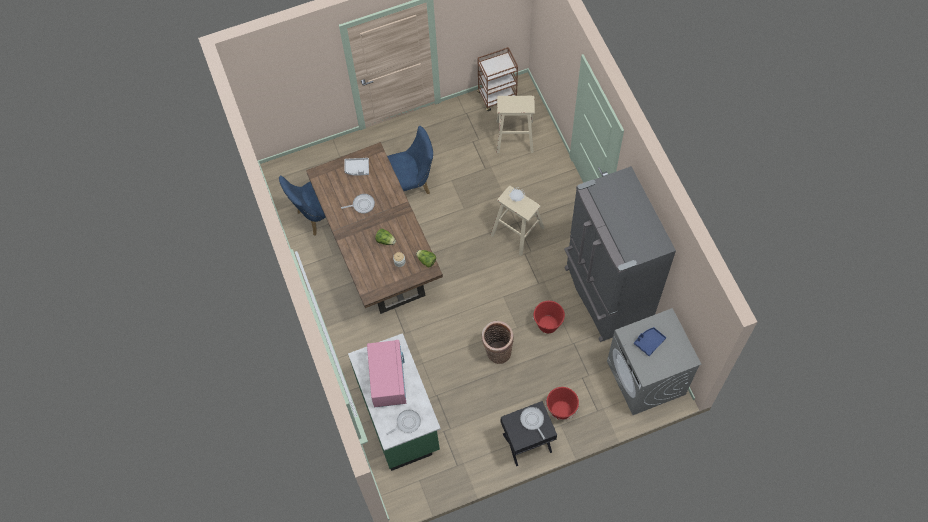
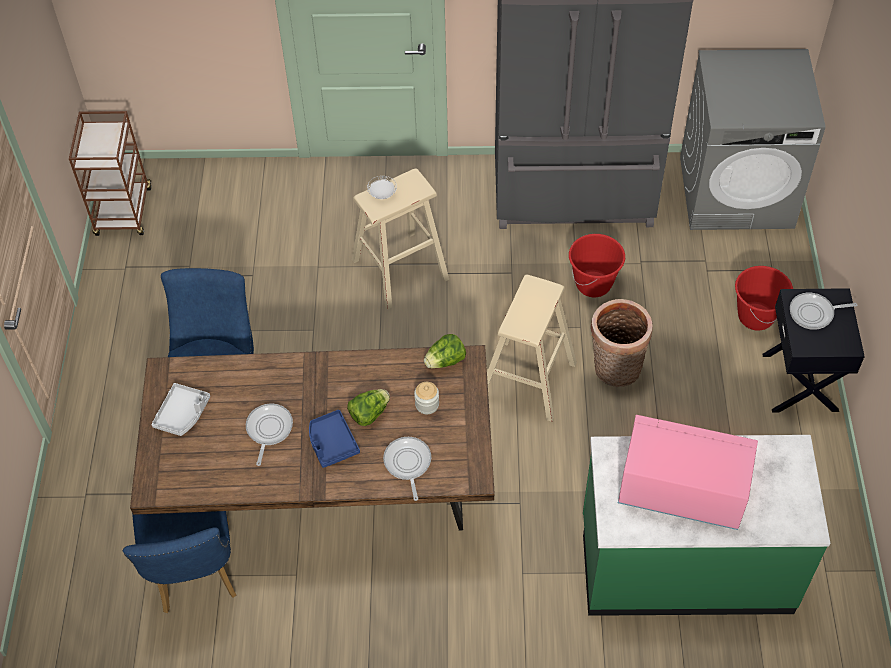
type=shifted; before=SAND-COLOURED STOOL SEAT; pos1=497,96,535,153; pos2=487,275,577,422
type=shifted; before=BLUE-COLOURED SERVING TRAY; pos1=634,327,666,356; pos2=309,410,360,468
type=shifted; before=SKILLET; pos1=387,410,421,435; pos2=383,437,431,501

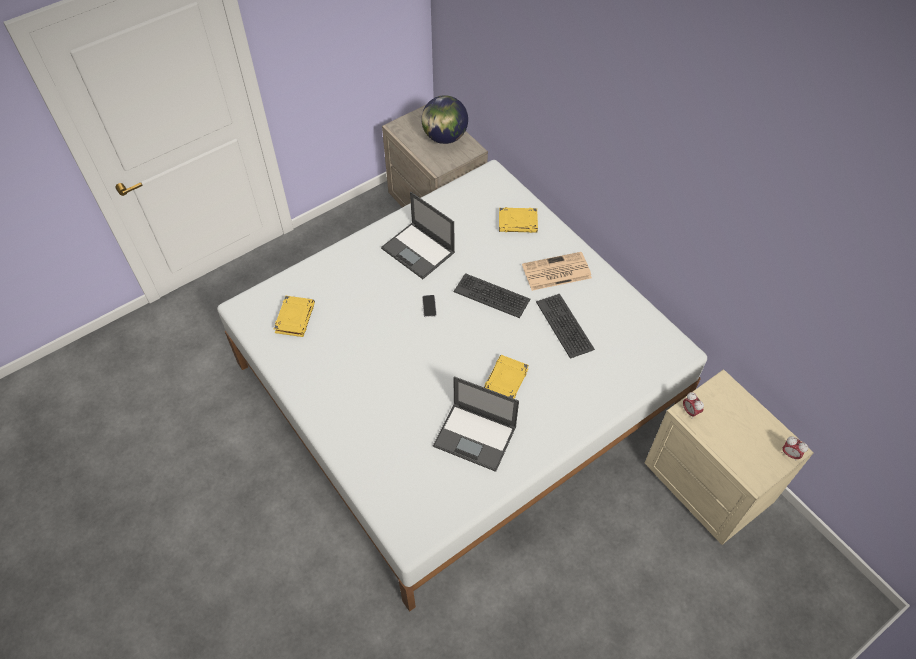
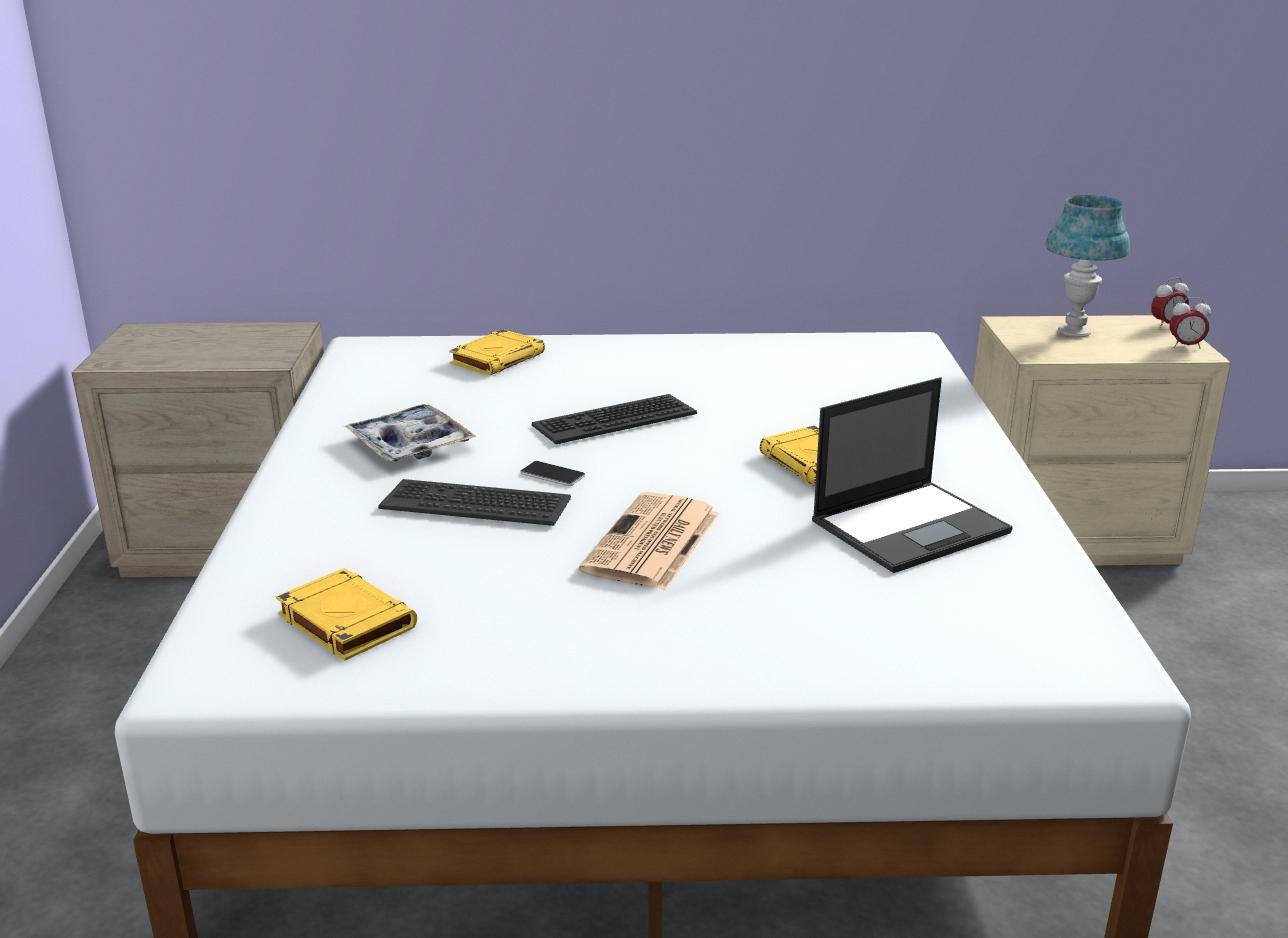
type=gone; before=WORLD GLOBE; pos1=421,95,468,144
type=swapped; before=PORTABLE COMPUTER; after=SERVING TRAY; pos1=381,192,455,279; pos2=344,404,476,461
type=shifted; before=DAILY PAPER; pos1=522,252,592,291; pos2=579,492,719,590
type=shifted; before=PC KEYBOARD; pos1=536,294,595,359; pos2=378,479,571,526
type=shifted; before=TABLE CLOCK; pos1=683,392,704,419; pos2=1169,297,1211,349
type=new; after=BLUE-COLOURED LAMP FOR A TABLE; pos2=1045,195,1130,337

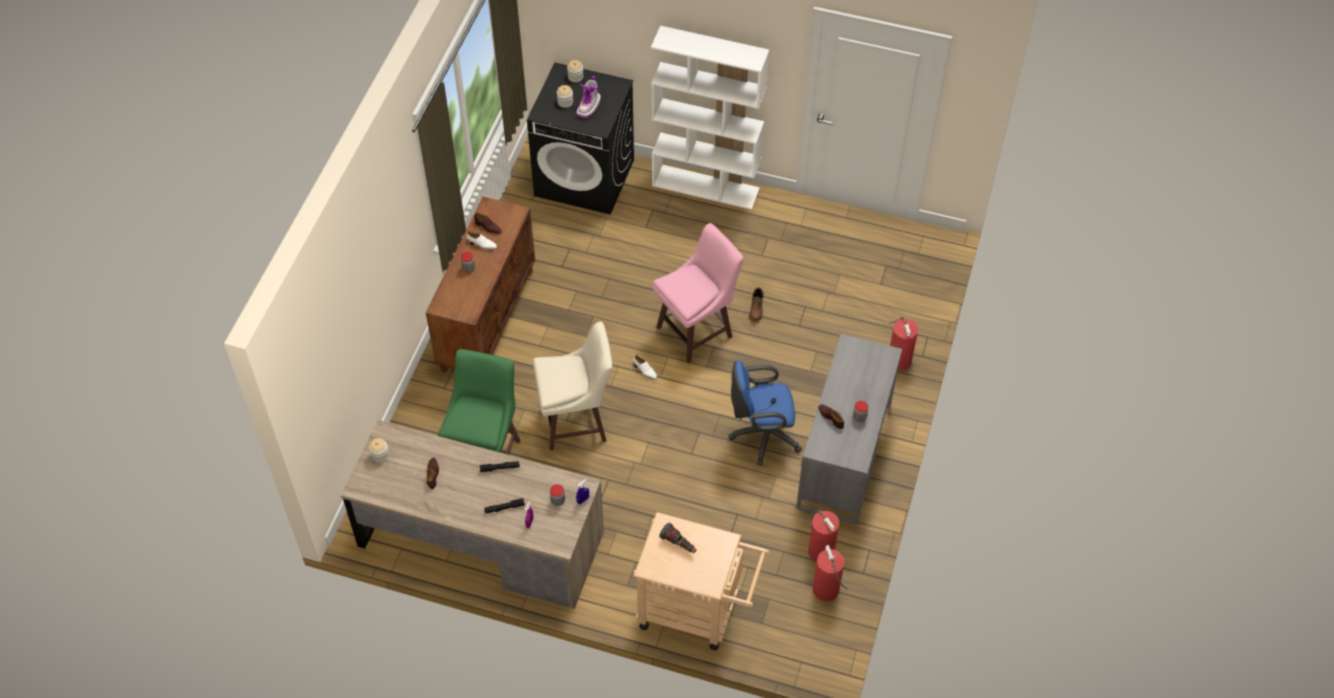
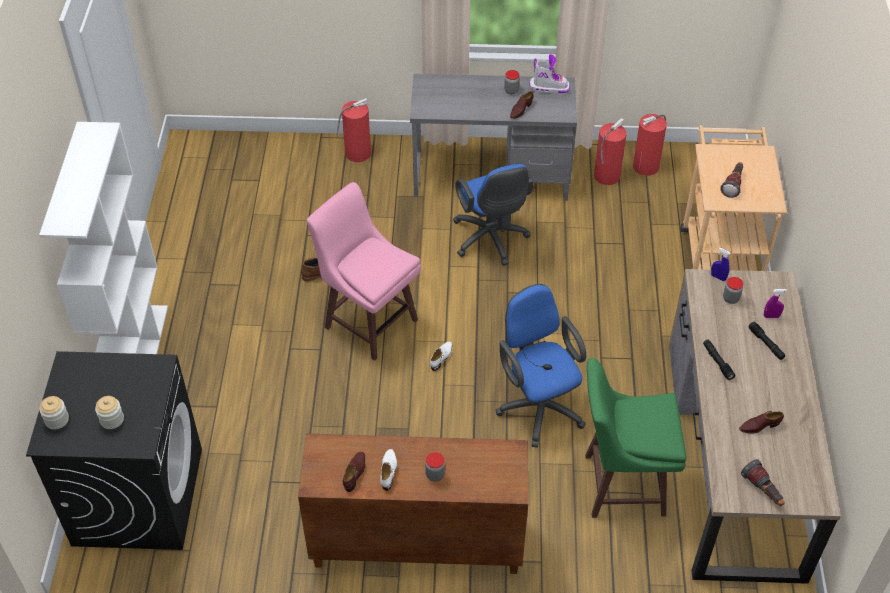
type=shifted; before=BOOT; pos1=576,76,601,118; pos2=529,54,570,94
type=swapped; before=SAND-COLOURED STOOL SEAT; after=BLUE-COLOURED COMPUTER CHAIR; pos1=533,322,612,450; pos2=496,284,586,448
type=swapped; before=STORAGE JAR; after=HAND TORCH; pos1=369,438,389,463; pos2=741,459,785,506

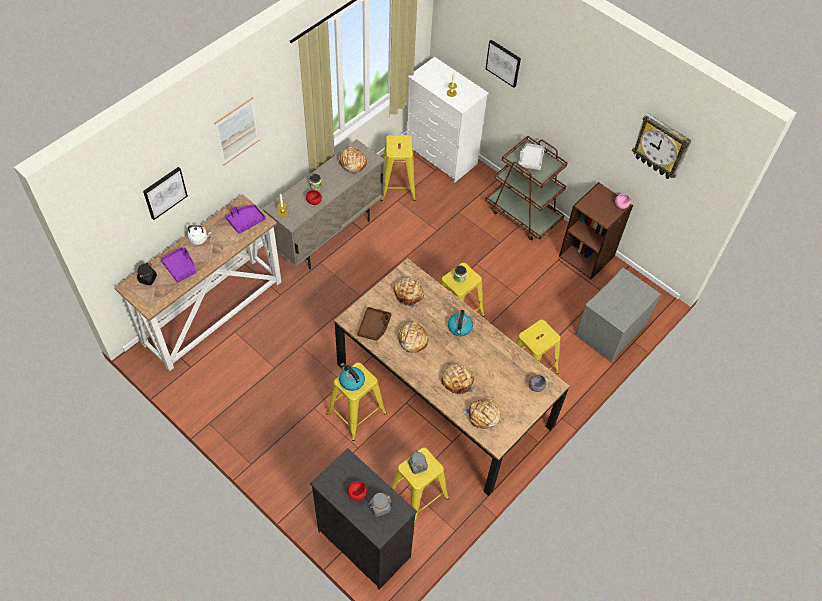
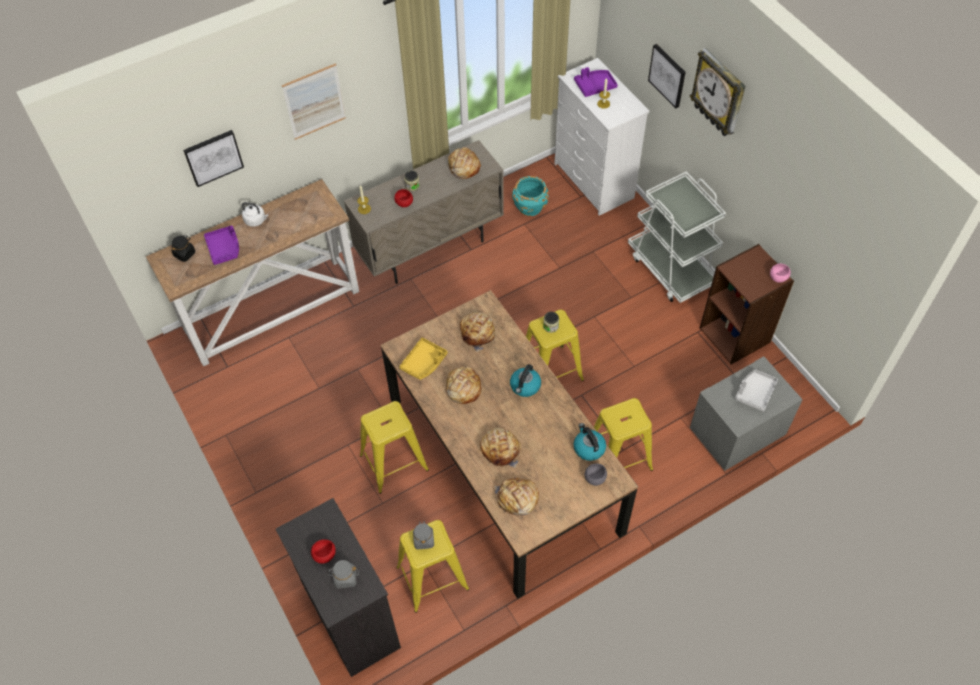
type=shifted; before=WALL CLOCK; pos1=632,113,691,179; pos2=690,48,745,136
type=swapped; before=YELLOW-COLOURED STOOL SEAT; after=TURQUOISE PLANT POT; pos1=381,135,416,201; pos2=512,176,549,216
type=repainted; before=BROWN-COLOURED WHEELED CART; after=WHITE WHEELED CART; pos1=485,136,568,241; pos2=628,171,726,303
type=shifted; before=GREY SERVING TRAY; pos1=518,143,545,170; pos2=735,369,778,412
type=shifted; before=PURPLE-COLOURED SERVING TRAY; pos1=226,205,266,234; pos2=574,67,618,97
type=repainted; before=BROWN-COLOURED SERVING TRAY; after=YELLOW-COLOURED SERVING TRAY; pos1=357,307,391,341; pos2=399,338,448,380
type=shifted; before=WATER KETTLE; pos1=339,363,365,391; pos2=573,423,606,461

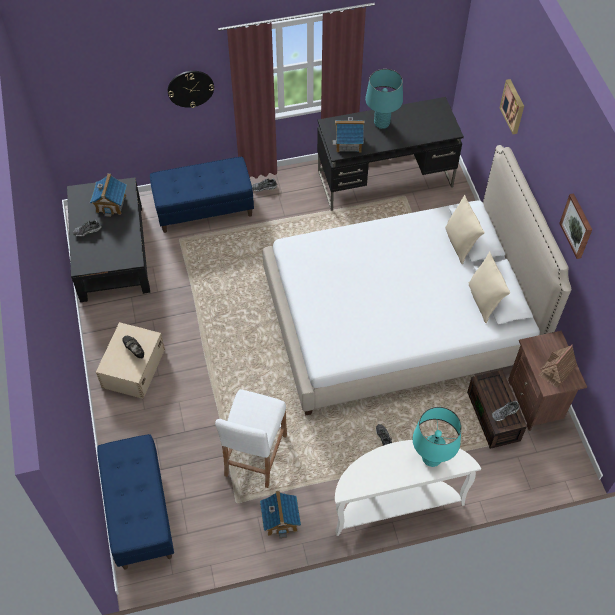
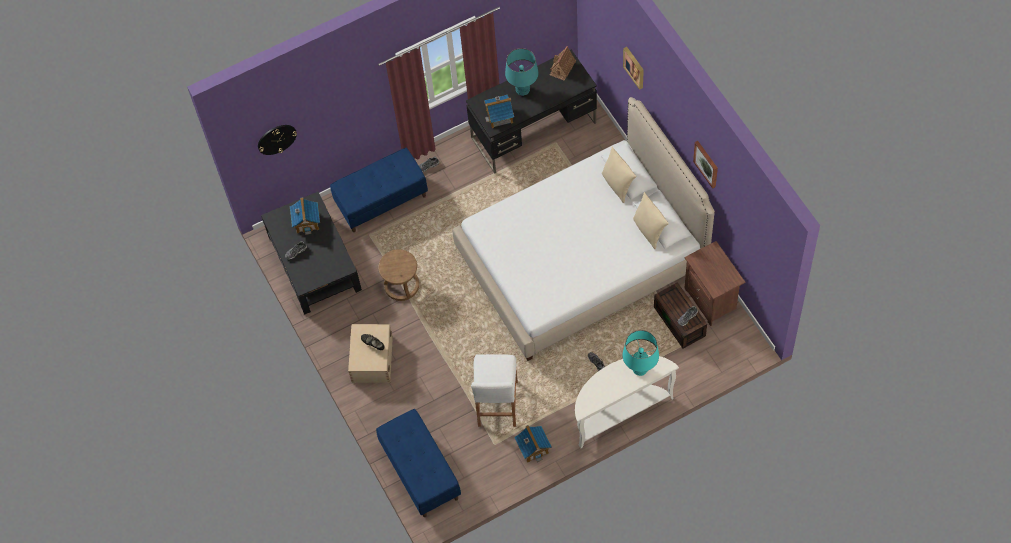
type=shifted; before=WALL CLOCK; pos1=168,71,214,108; pos2=258,125,297,155
type=shifted; before=TOY HOUSE; pos1=539,345,577,388; pos2=550,46,576,81
type=new; after=BROWN-COLOURED STOOL SEAT; pos2=378,249,419,301

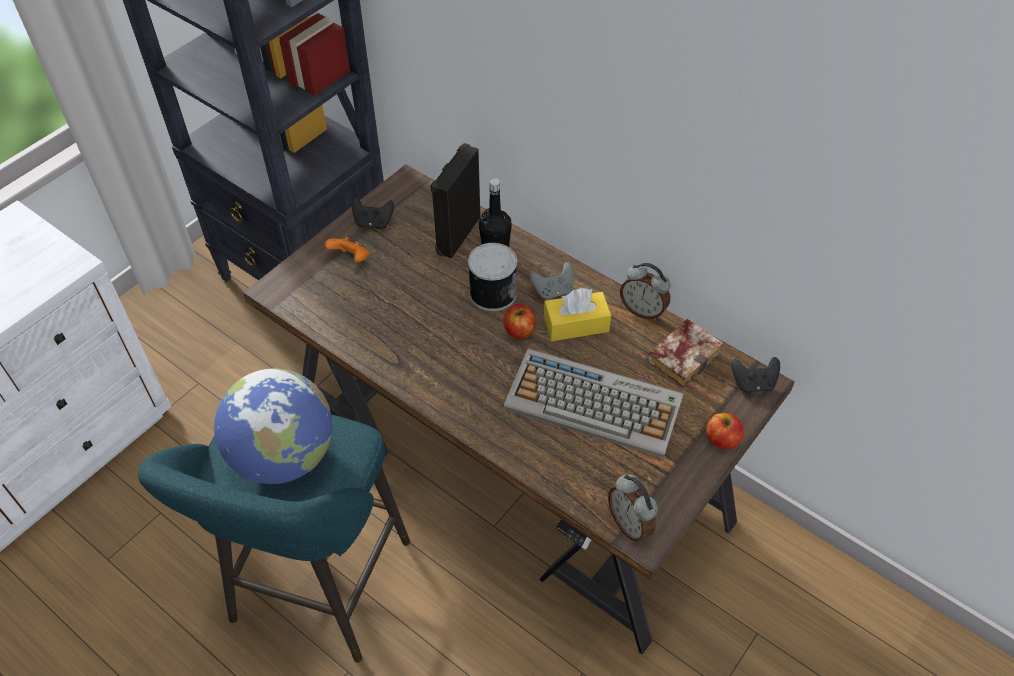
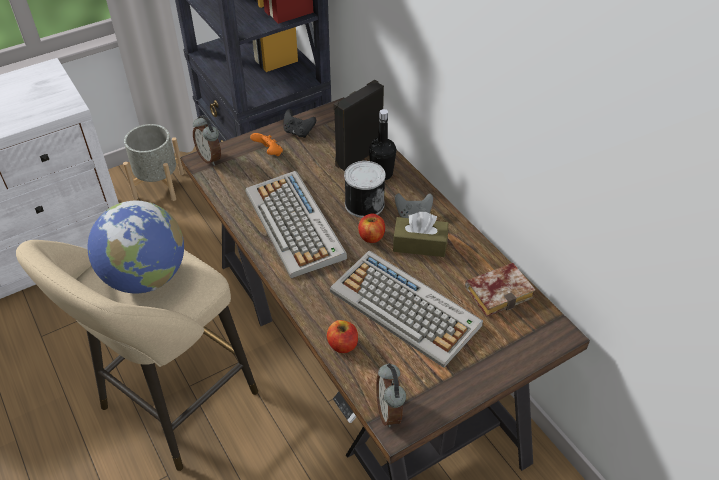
type=shifted; before=TABLE CLOCK; pos1=620,263,670,320; pos2=193,115,221,166
type=repainted; before=YELLOW-COLOURED TISSUE HOLDER; after=BROWN-COLOURED TISSUE HOLDER; pos1=544,288,611,341; pos2=393,212,448,257
type=gone; before=BLACKISH JOYPAD; pos1=731,357,780,393
type=shifted; before=APPLE FRUIT; pos1=706,413,744,449; pos2=327,320,358,353
type=repainted; before=TURQUOISE STOOL SEAT; after=SAND-COLOURED STOOL SEAT; pos1=138,414,410,663; pos2=16,240,258,471
type=new; after=GREY PLANT POT; pos2=123,124,184,201
type=new; after=PC KEYBOARD; pos2=245,171,347,278

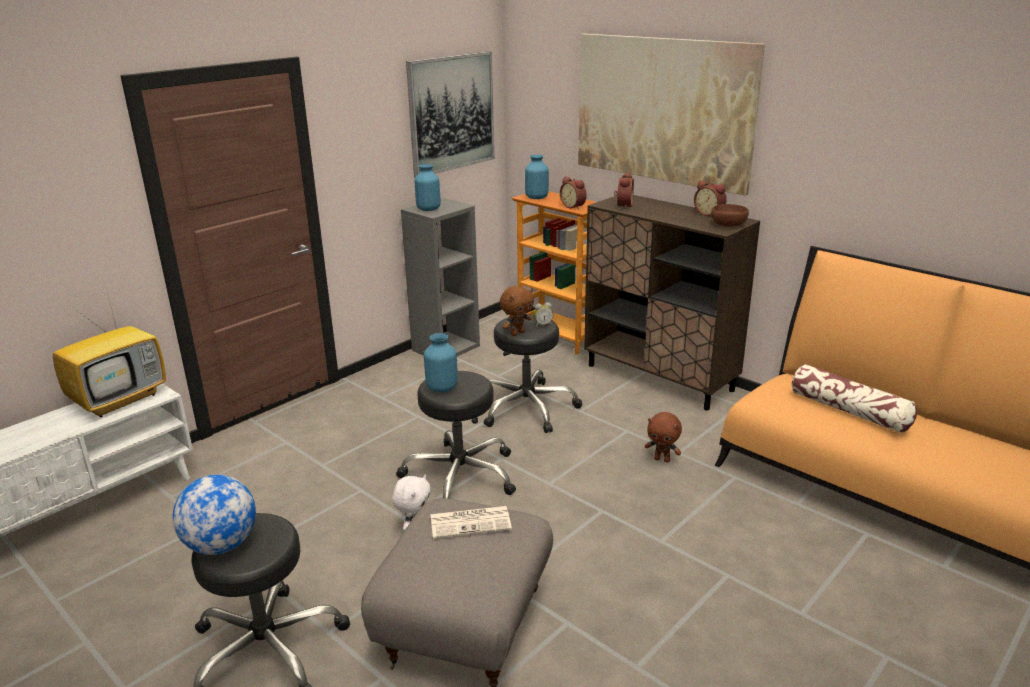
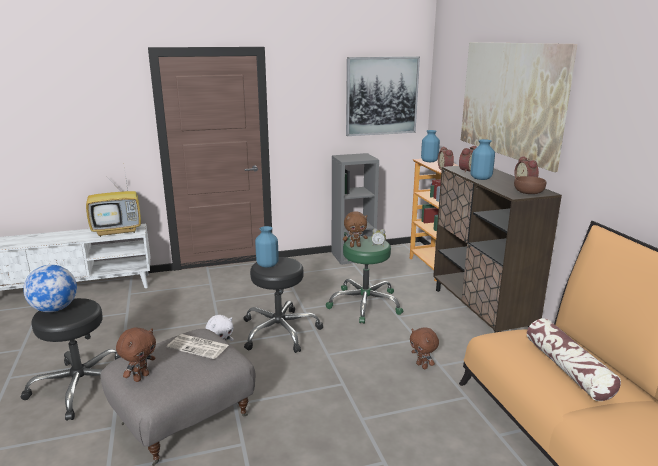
type=shifted; before=BLUE-COLOURED FLOWER VASE; pos1=415,164,441,211; pos2=471,139,495,180
type=repainted; before=BLACKISH STOOL SEAT; after=GREENISH STOOL SEAT; pos1=484,315,582,433; pos2=326,236,403,324
type=new; after=BROWN-COLOURED SOFT TOY; pos2=116,328,156,382

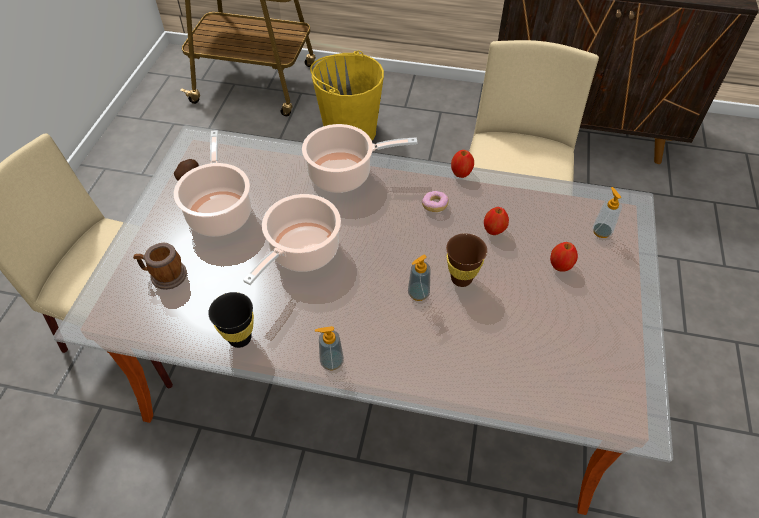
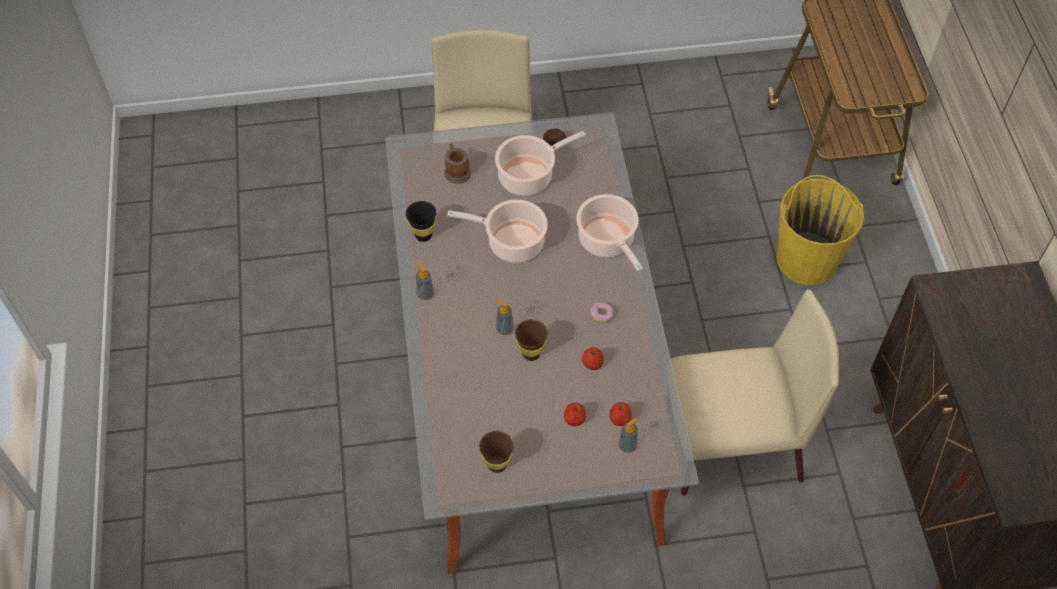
type=shifted; before=APPLE FRUIT; pos1=451,150,474,178; pos2=610,402,632,426
type=new; after=BROWN-COLOURED CUP; pos2=479,431,514,473

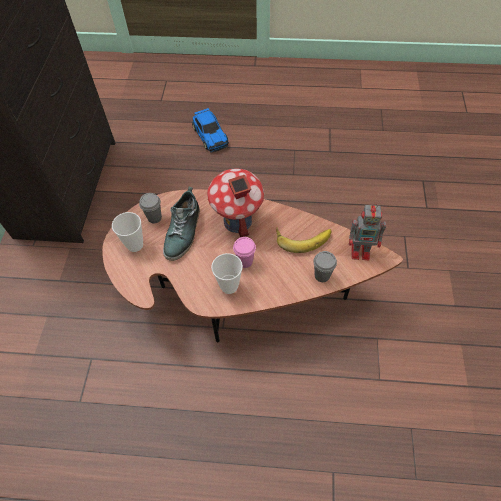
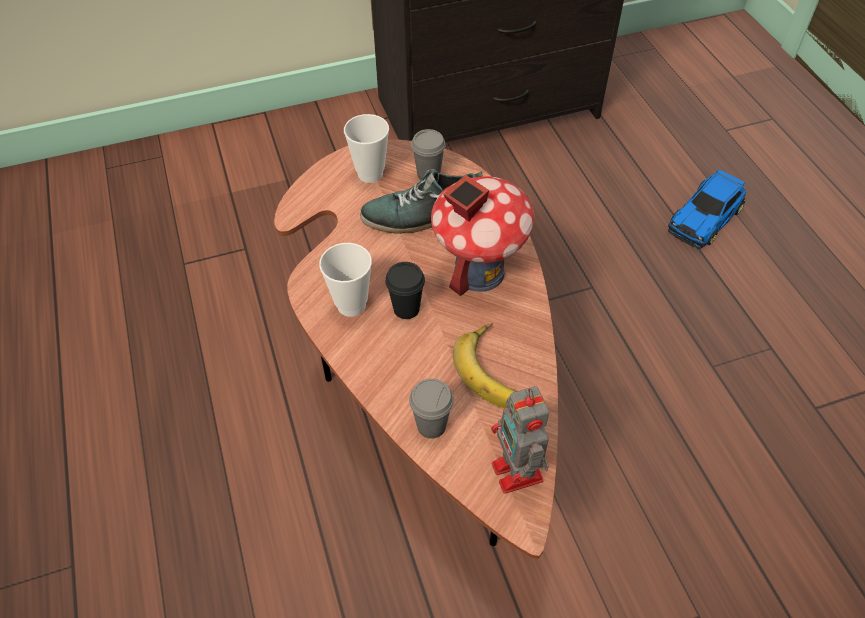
type=repainted; before=PINK-COLOURED CUP; after=BLACKISH CUP; pos1=233,237,256,268; pos2=385,262,425,319

